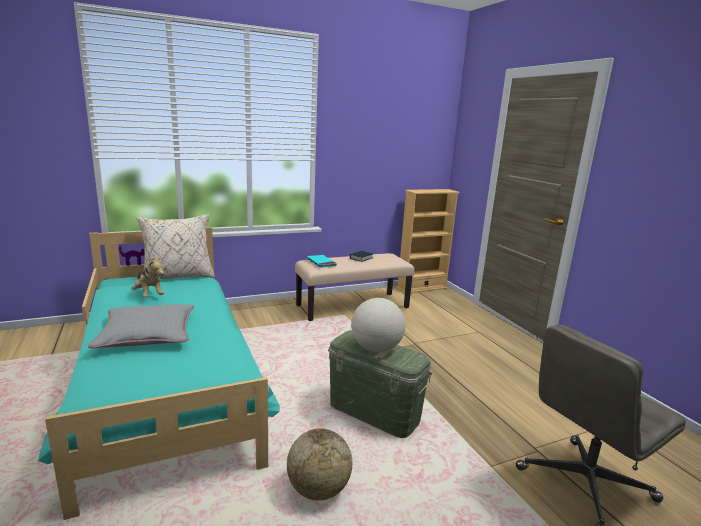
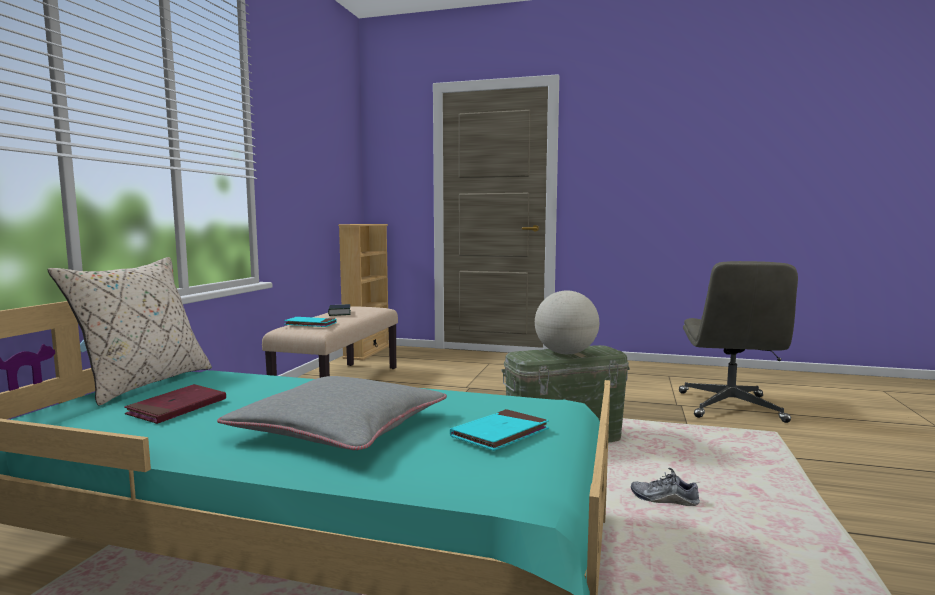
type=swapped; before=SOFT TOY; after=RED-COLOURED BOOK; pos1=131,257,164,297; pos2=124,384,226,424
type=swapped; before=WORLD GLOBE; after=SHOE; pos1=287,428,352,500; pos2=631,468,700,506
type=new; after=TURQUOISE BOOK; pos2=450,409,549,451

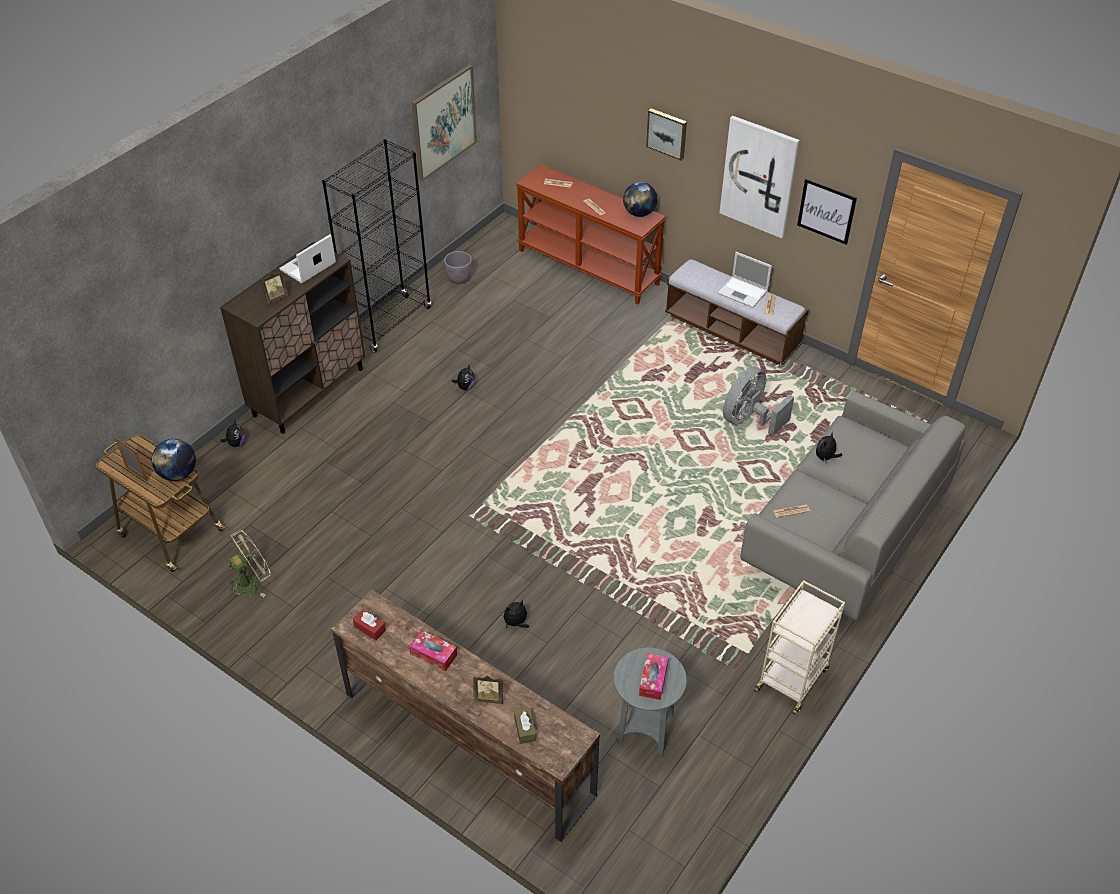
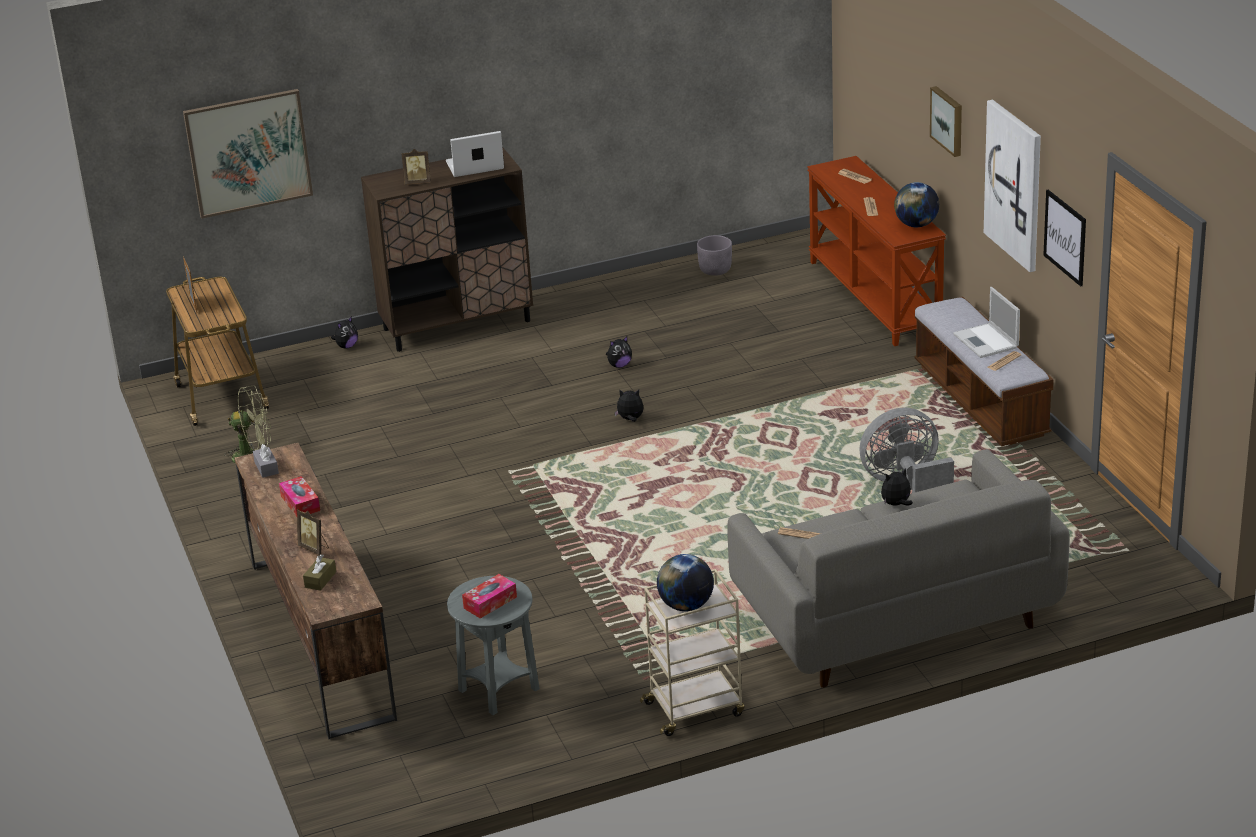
type=shifted; before=WALL PICTURE; pos1=412,65,477,181; pos2=183,89,313,219
type=gone; before=BLACKISH BOOKCASE; pos1=322,139,431,352
type=shifted; before=WORLD GLOBE; pos1=152,439,196,481; pos2=657,554,714,611
type=shifted; before=SOFT TOY; pos1=504,600,529,628; pos2=614,389,644,422
type=repainted; before=RED-COLOURED TISSUE HOLDER; after=GREY TISSUE HOLDER; pos1=353,610,386,640; pos2=253,444,279,478

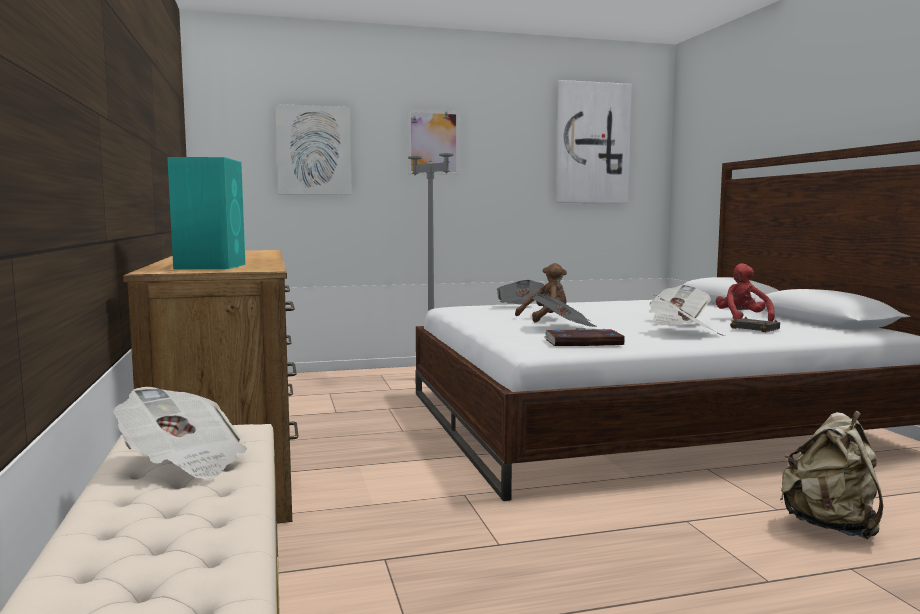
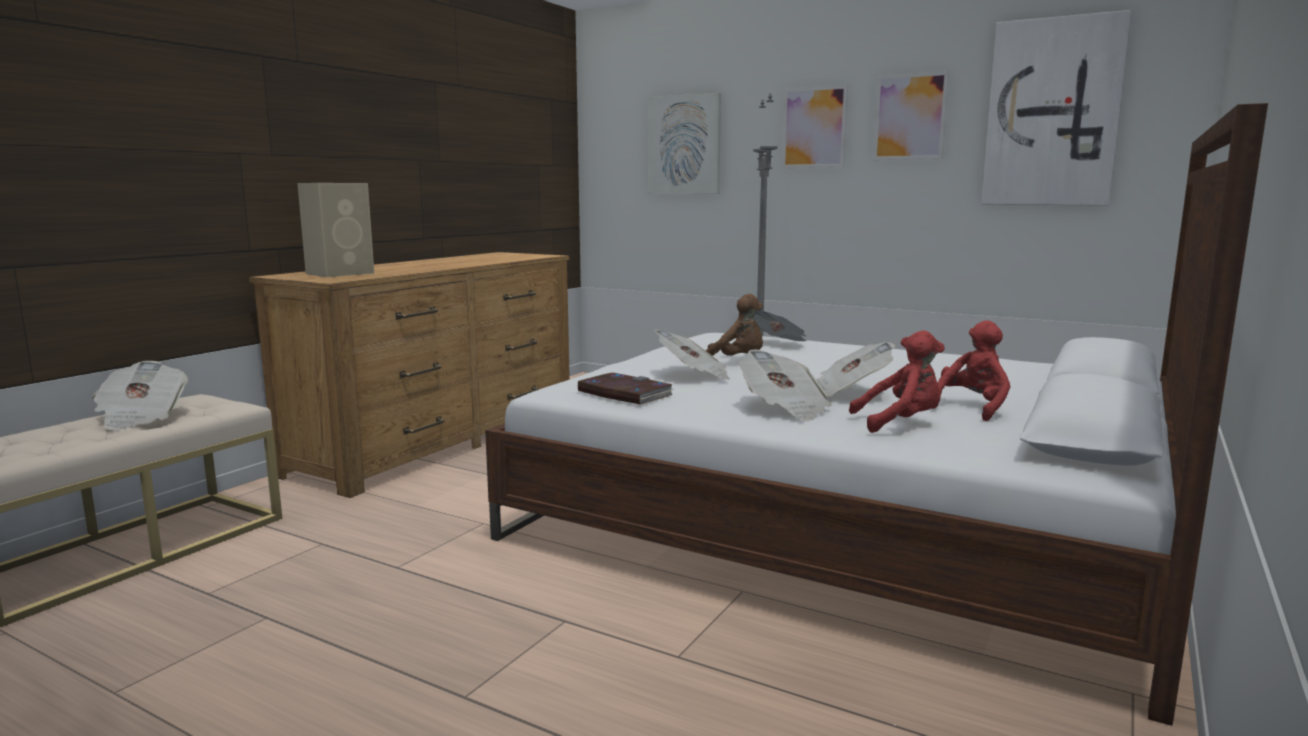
type=repainted; before=TURQUOISE AUDIO SPEAKER; after=SAND-COLOURED AUDIO SPEAKER; pos1=167,157,245,269; pos2=297,183,374,277
type=swapped; before=BLACKISH BOOK; after=RED-COLOURED SOFT TOY; pos1=730,317,780,332; pos2=849,331,945,433
type=gone; before=SAND-COLOURED BACKPACK; pos1=780,411,883,539
type=new; after=WALL PICTURE; pos2=873,71,949,160

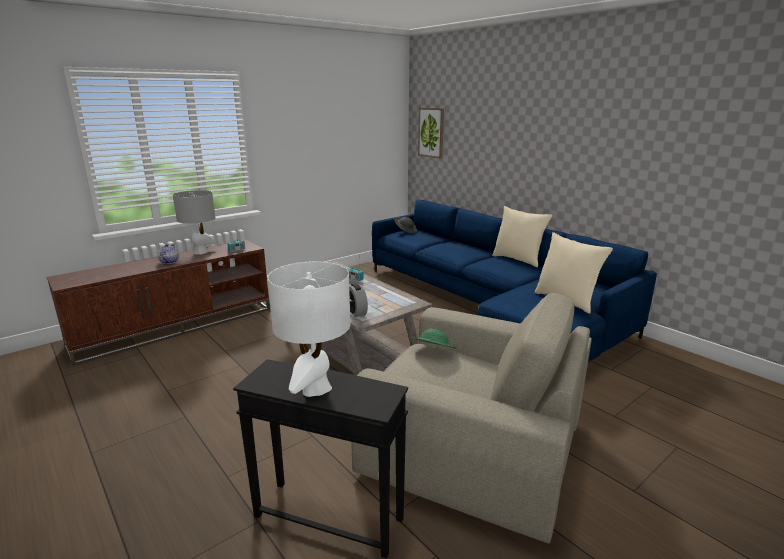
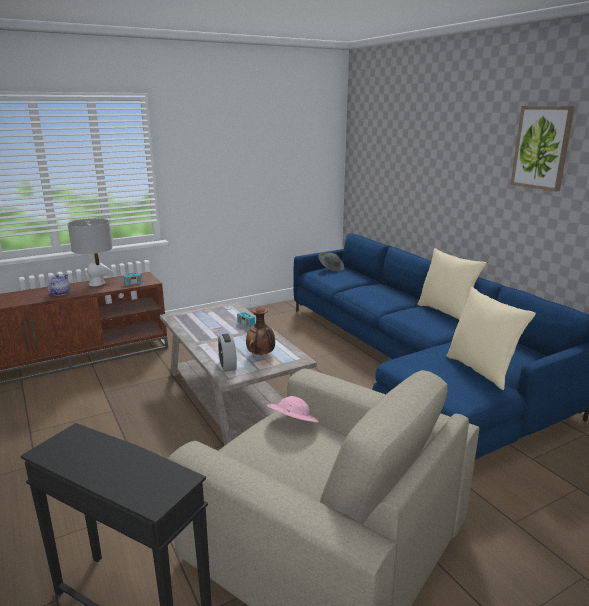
type=shifted; before=WALL PICTURE; pos1=418,107,444,159; pos2=511,106,575,191
type=gone; before=WHITE LAMP FOR A TABLE; pos1=268,261,351,397
type=repainted; before=GREENISH HAT; after=PINK-COLOURED HAT; pos1=411,328,457,349; pos2=267,396,319,423
type=new; after=FLOWER VASE; pos2=246,307,275,355

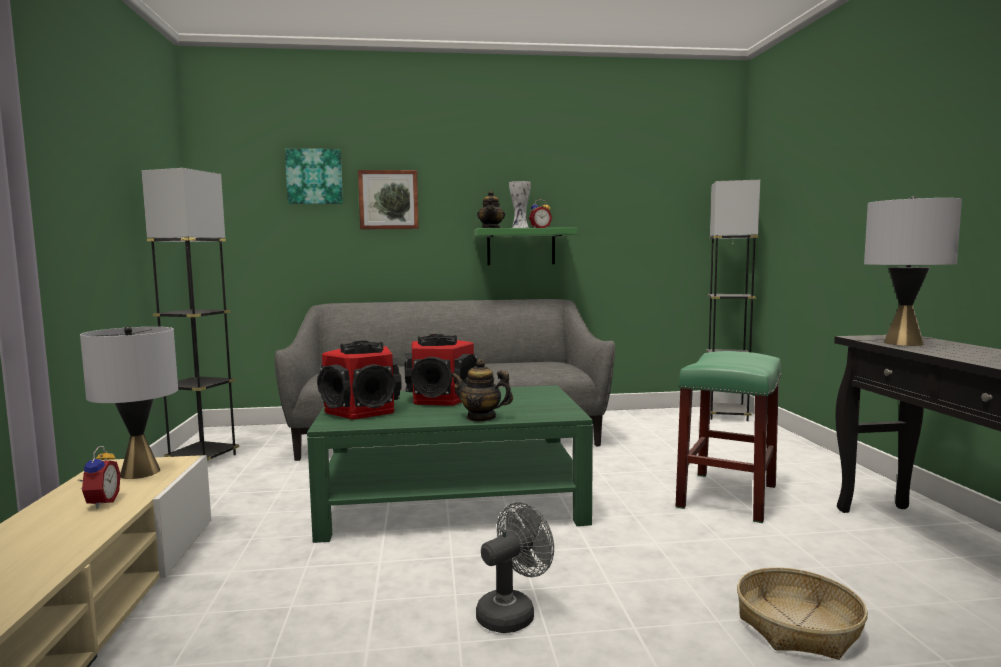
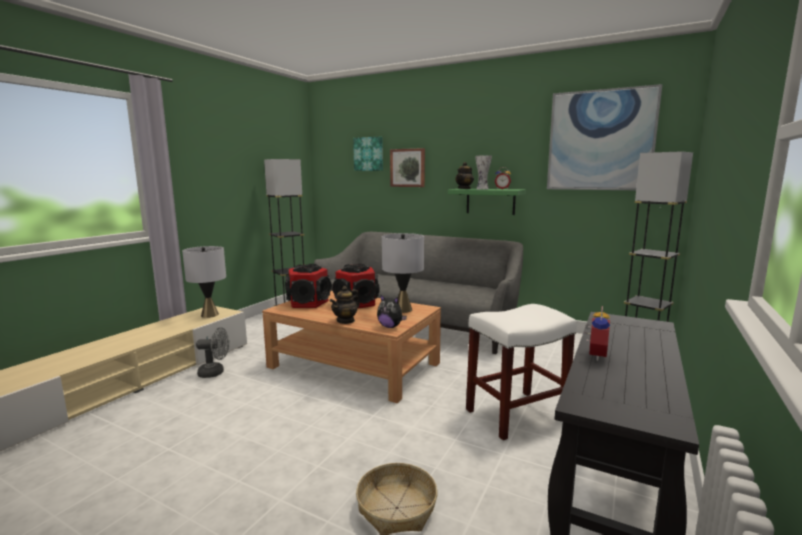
type=shifted; before=GREY LAMP FOR A TABLE; pos1=864,196,962,346; pos2=382,233,424,313
type=repainted; before=GREENISH STOOL SEAT; after=WHITE STOOL SEAT; pos1=675,351,781,523; pos2=466,304,577,441
type=rotated; before=POT FOR TEA; pos1=451,359,513,422; pos2=330,286,360,324; turn=-105
type=repainted; before=GREENISH COFFEE TABLE; after=BROWN-COLOURED COFFEE TABLE; pos1=307,385,593,543; pos2=262,291,441,403
type=shifted; before=TABLE CLOCK; pos1=78,446,121,509; pos2=584,306,610,361
type=shifted; before=GREY FAN; pos1=476,502,554,633; pos2=196,327,229,378
type=new; after=WALL PICTURE; pos2=547,84,662,190
type=new; after=SOFT TOY; pos2=377,295,407,328

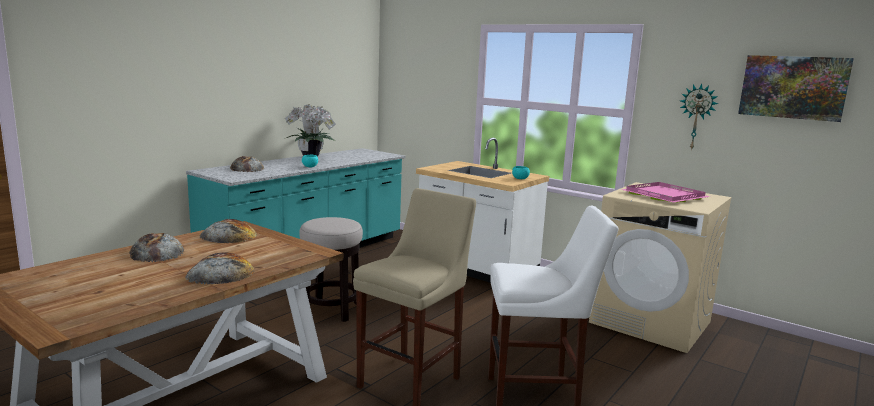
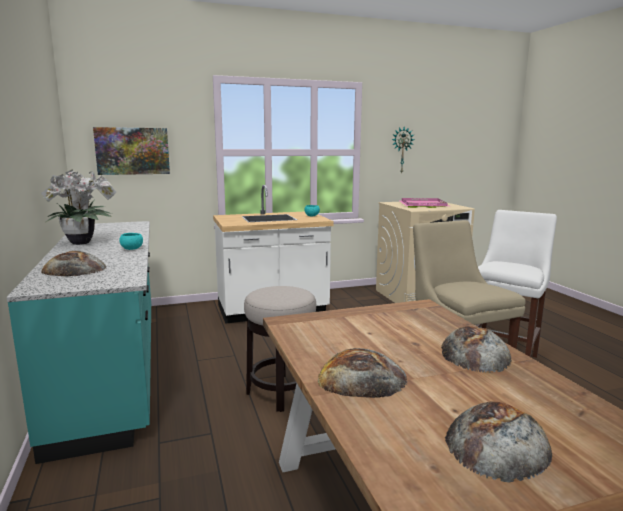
type=shifted; before=WALL PICTURE; pos1=738,55,854,122; pos2=93,127,170,175
type=shifted; before=BREAD; pos1=200,219,257,243; pos2=444,401,552,483

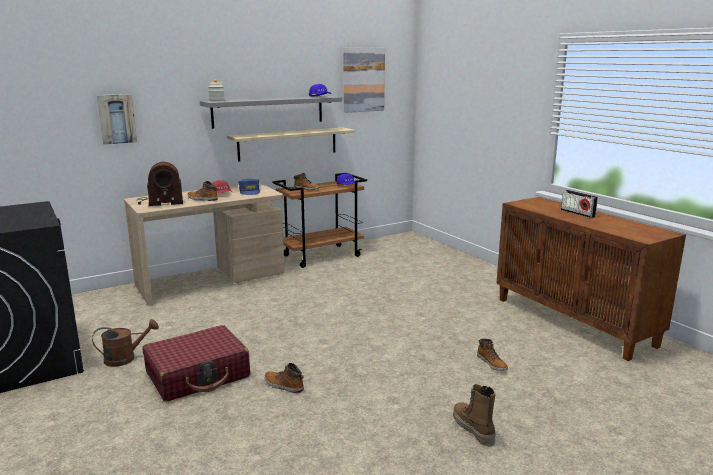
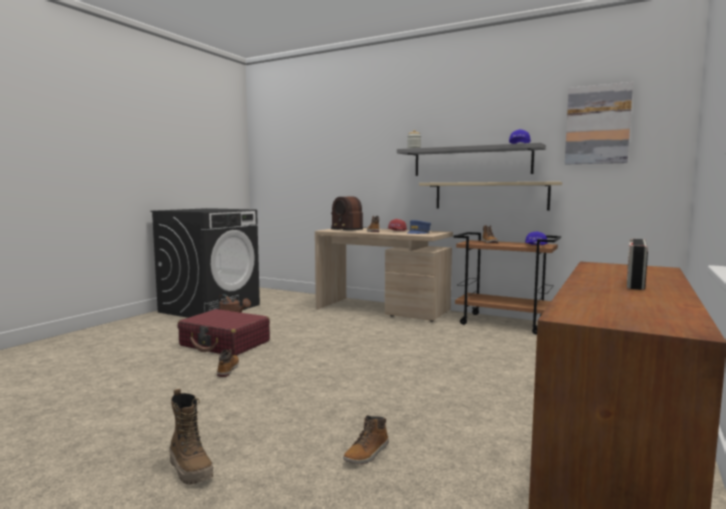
type=gone; before=WALL PICTURE; pos1=97,94,137,145
type=rotated; before=BOOT; pos1=453,384,496,446; pos2=169,389,213,485; turn=105

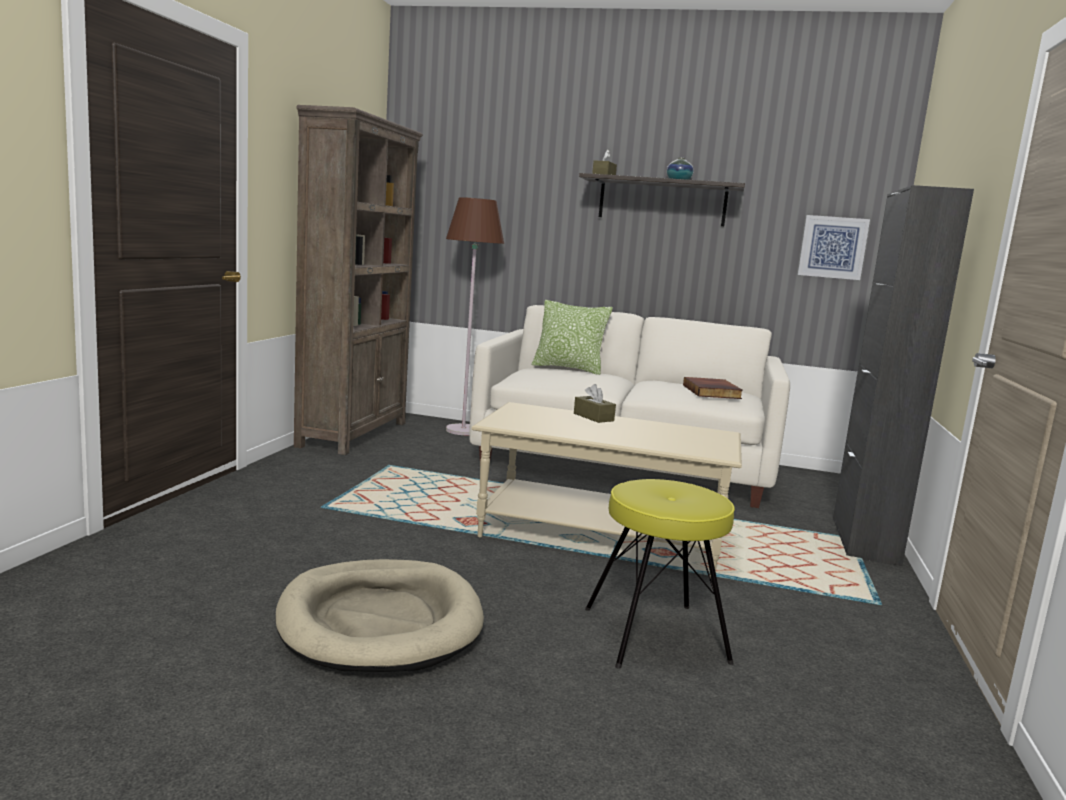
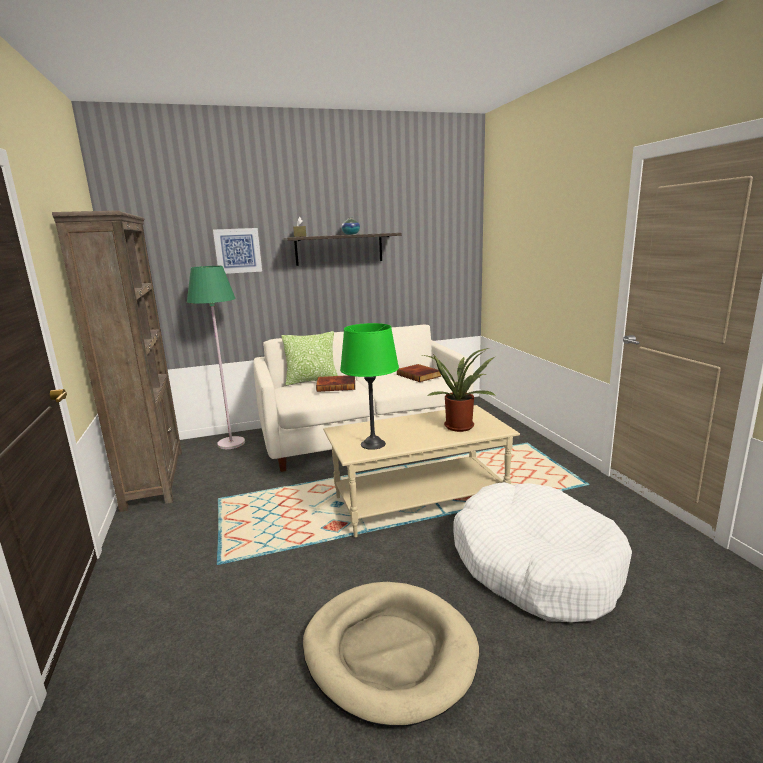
type=gone; before=BLACKISH CABINET; pos1=833,185,974,566
type=repainted; before=BROWN-COLOURED FLOOR LAMP; after=GREENISH FLOOR LAMP; pos1=446,197,504,435; pos2=187,266,245,449
type=shifted; before=WALL PICTURE; pos1=798,215,870,280; pos2=213,228,262,274
type=gone; before=BROWN-COLOURED TISSUE HOLDER; pos1=574,384,616,423
type=swapped; before=YELLOW-COLOURED STOOL SEAT; after=WHITE DOG BED; pos1=585,479,735,669; pos2=454,482,632,622
type=new; after=GREENISH LAMP FOR A TABLE; pos2=340,323,399,450
type=new; after=POTTED PLANT; pos2=423,348,496,432
type=new; after=BOOK; pos2=316,375,355,392

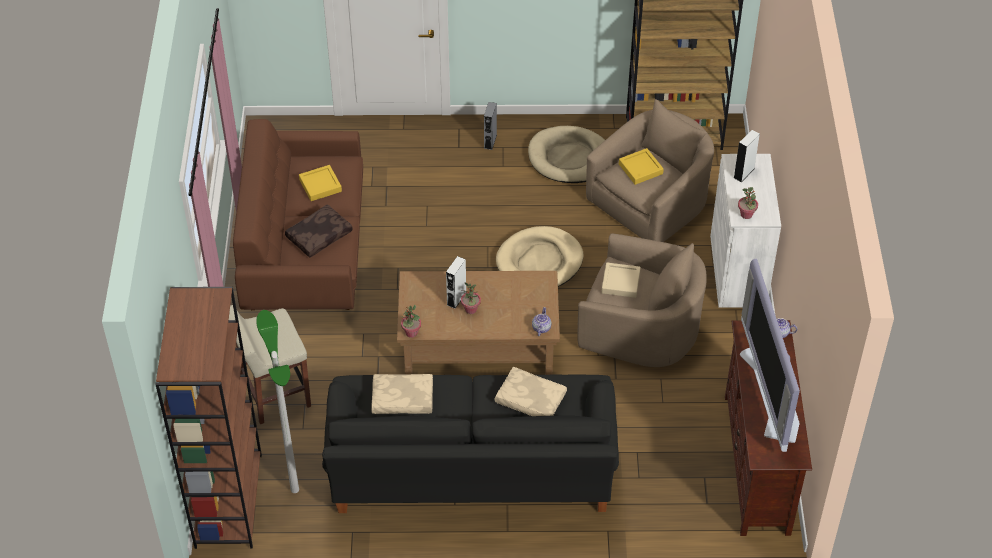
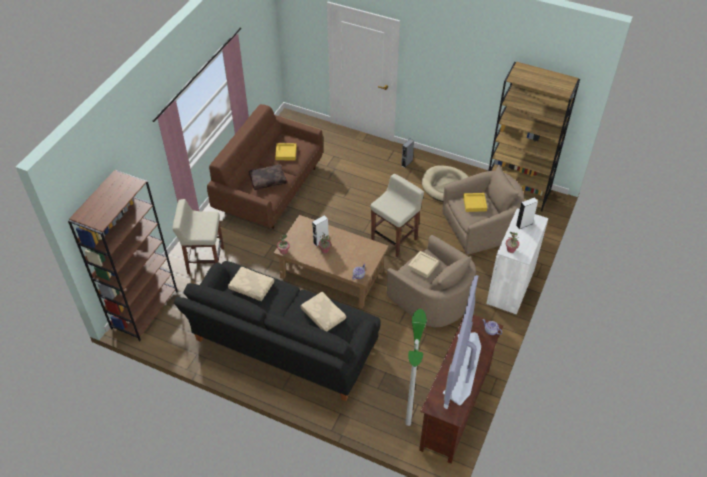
type=swapped; before=SAND-COLOURED DOG BED; after=SAND-COLOURED STOOL SEAT; pos1=496,226,584,286; pos2=370,174,424,257
type=shifted; before=FLOOR LAMP; pos1=256,310,299,493; pos2=405,309,426,426

